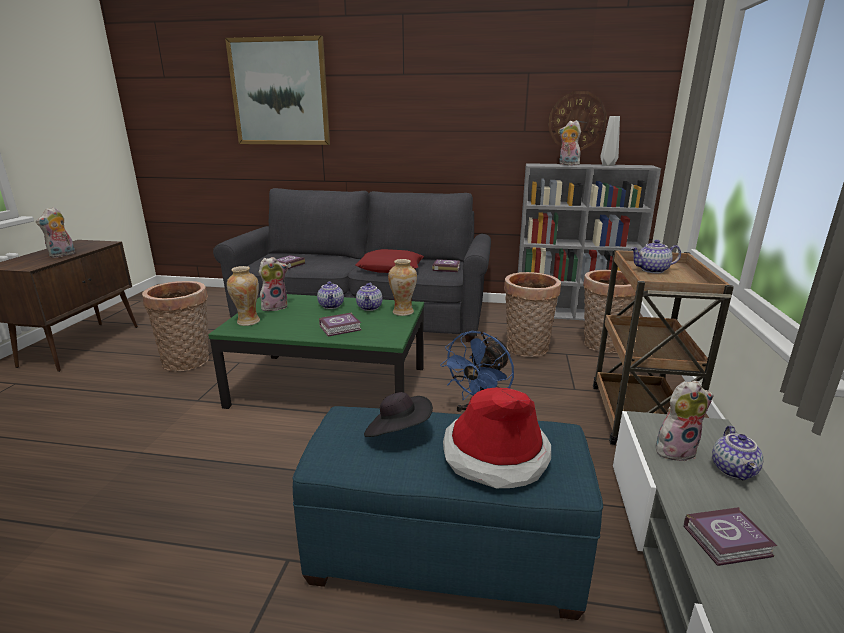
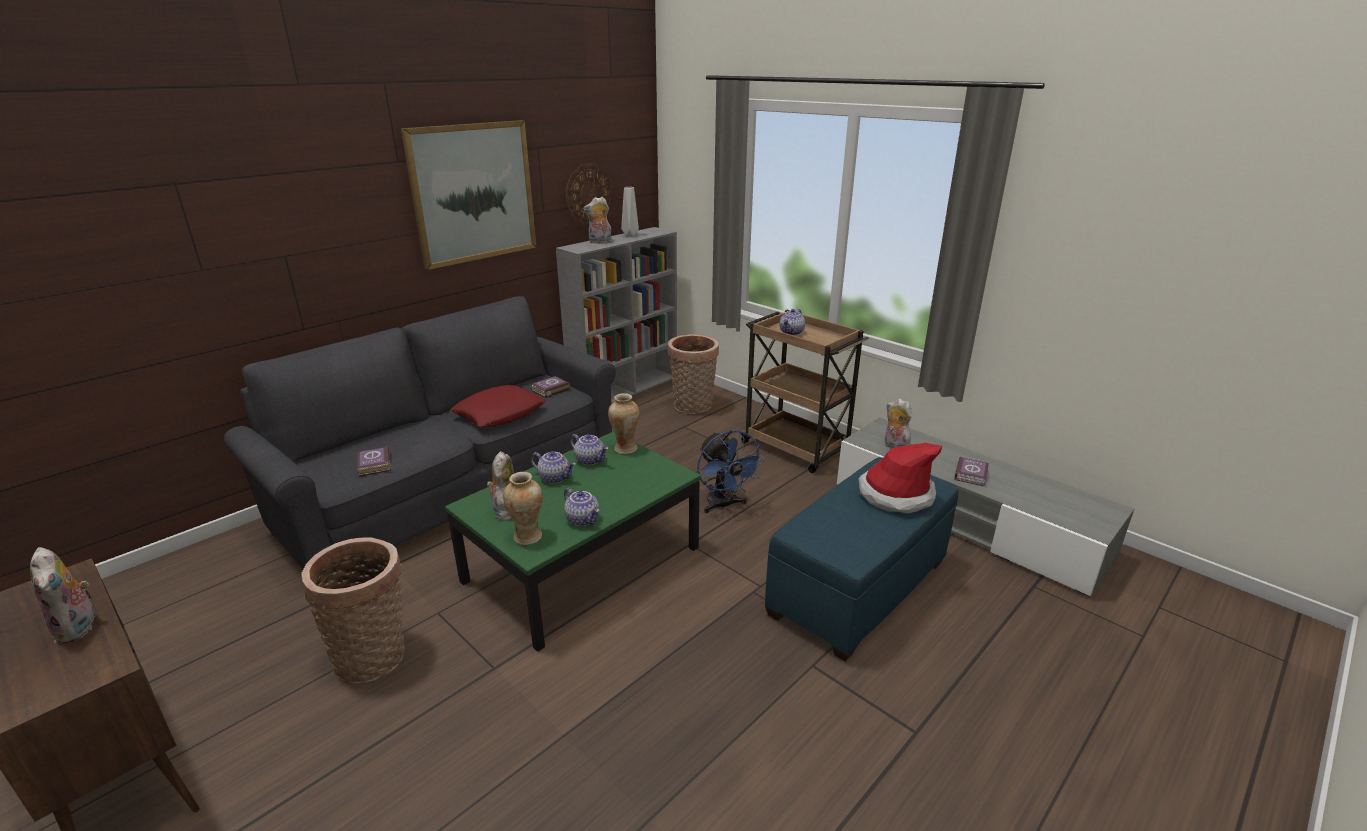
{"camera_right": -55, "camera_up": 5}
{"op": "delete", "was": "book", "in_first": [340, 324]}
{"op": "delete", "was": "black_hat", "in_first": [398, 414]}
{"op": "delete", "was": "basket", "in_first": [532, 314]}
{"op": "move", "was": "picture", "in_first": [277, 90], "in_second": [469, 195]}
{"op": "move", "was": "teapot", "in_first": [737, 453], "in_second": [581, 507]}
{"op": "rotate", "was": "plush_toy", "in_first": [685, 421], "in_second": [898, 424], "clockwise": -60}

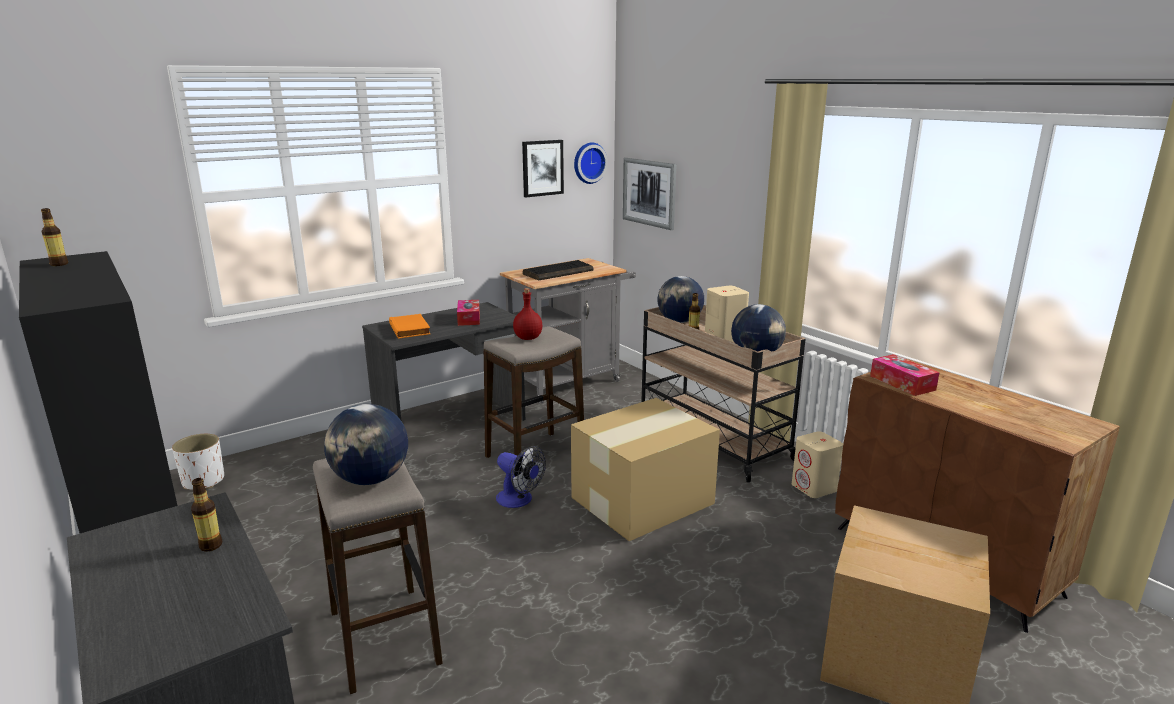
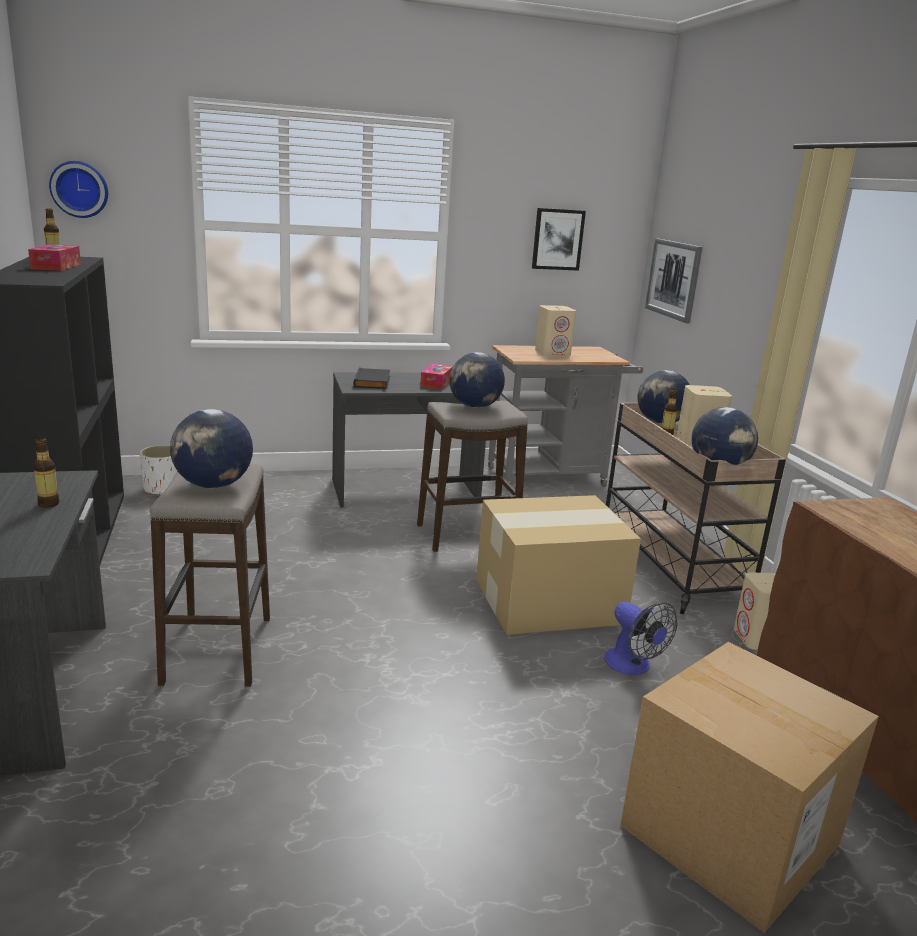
{"camera_right": 20, "camera_up": 0}
{"op": "move", "was": "fan", "in_first": [521, 477], "in_second": [640, 638]}
{"op": "move", "was": "wall_clock", "in_first": [591, 163], "in_second": [78, 189]}
{"op": "move", "was": "tissue_box", "in_first": [905, 375], "in_second": [54, 257]}
{"op": "replace", "was": "red_bottle", "now": "globe", "in_first": [528, 314], "in_second": [477, 380]}
{"op": "replace", "was": "keyboard", "now": "beige_speaker", "in_first": [558, 270], "in_second": [555, 330]}
{"op": "recolor", "was": "orange_book", "now": "black_book", "in_first": [410, 326], "in_second": [371, 378]}

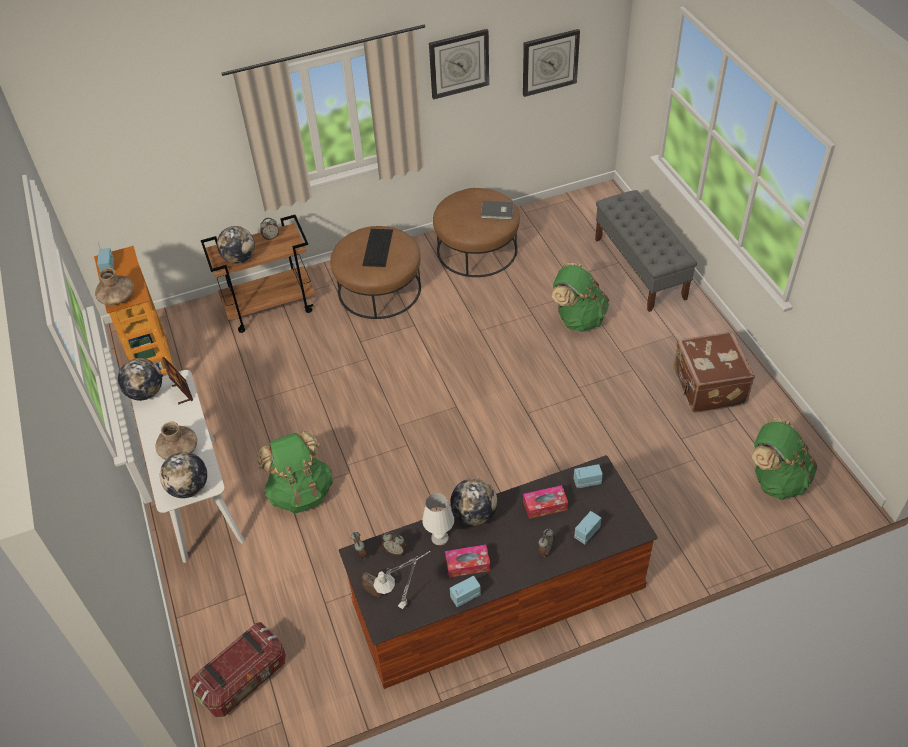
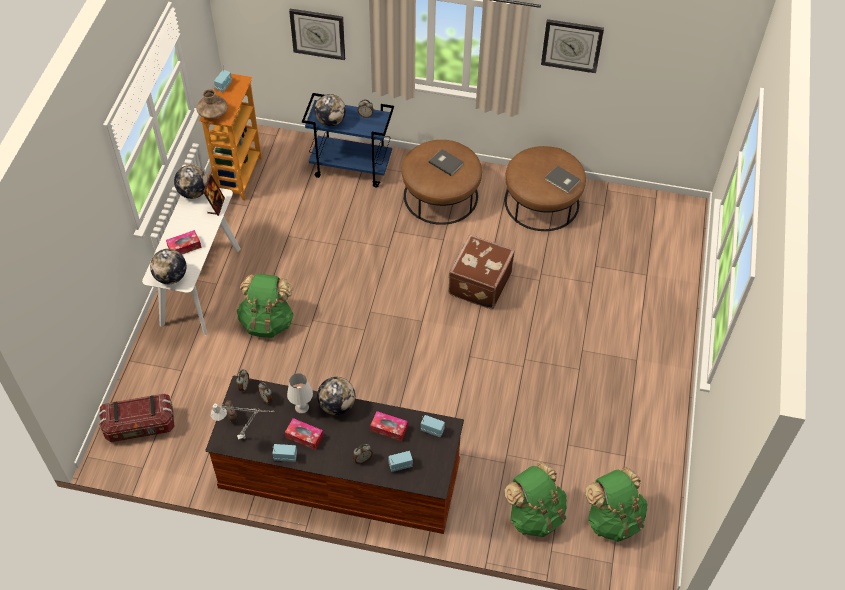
{"camera_right": 30, "camera_up": 5}
{"op": "delete", "was": "grey_bench", "in_first": [646, 251]}
{"op": "move", "was": "wall_clock", "in_first": [551, 63], "in_second": [317, 34]}
{"op": "move", "was": "green_backpack", "in_first": [580, 297], "in_second": [536, 499]}
{"op": "move", "was": "brown_suitcase", "in_first": [714, 372], "in_second": [481, 271]}
{"op": "replace", "was": "brown_vase", "now": "tissue_box", "in_first": [176, 441], "in_second": [183, 242]}
{"op": "replace", "was": "keyboard", "now": "grey_book", "in_first": [377, 248], "in_second": [446, 162]}
{"op": "recolor", "was": "brown_cart", "now": "blue_cart", "in_first": [258, 274], "in_second": [348, 140]}

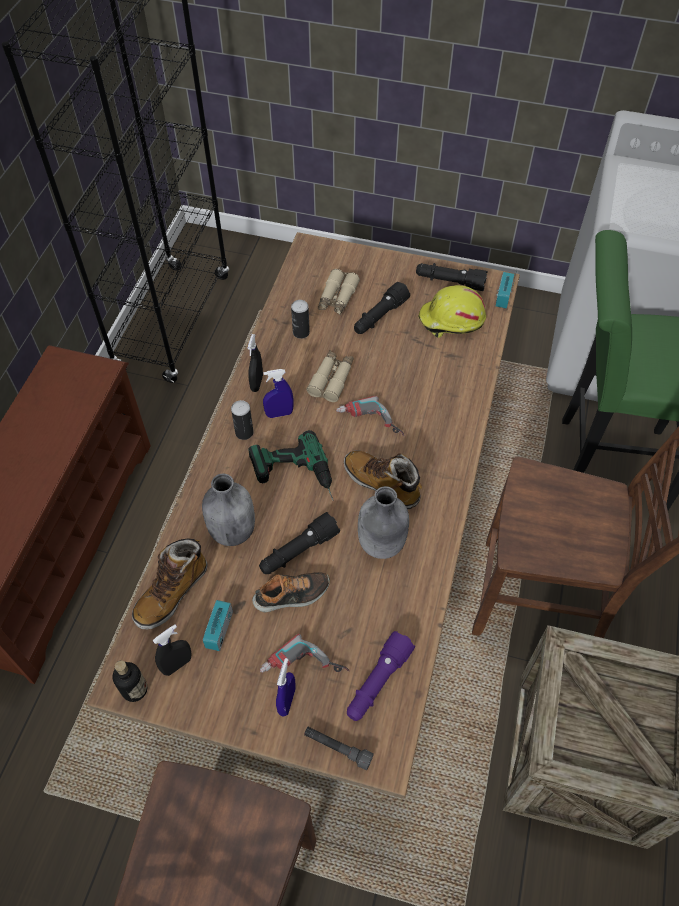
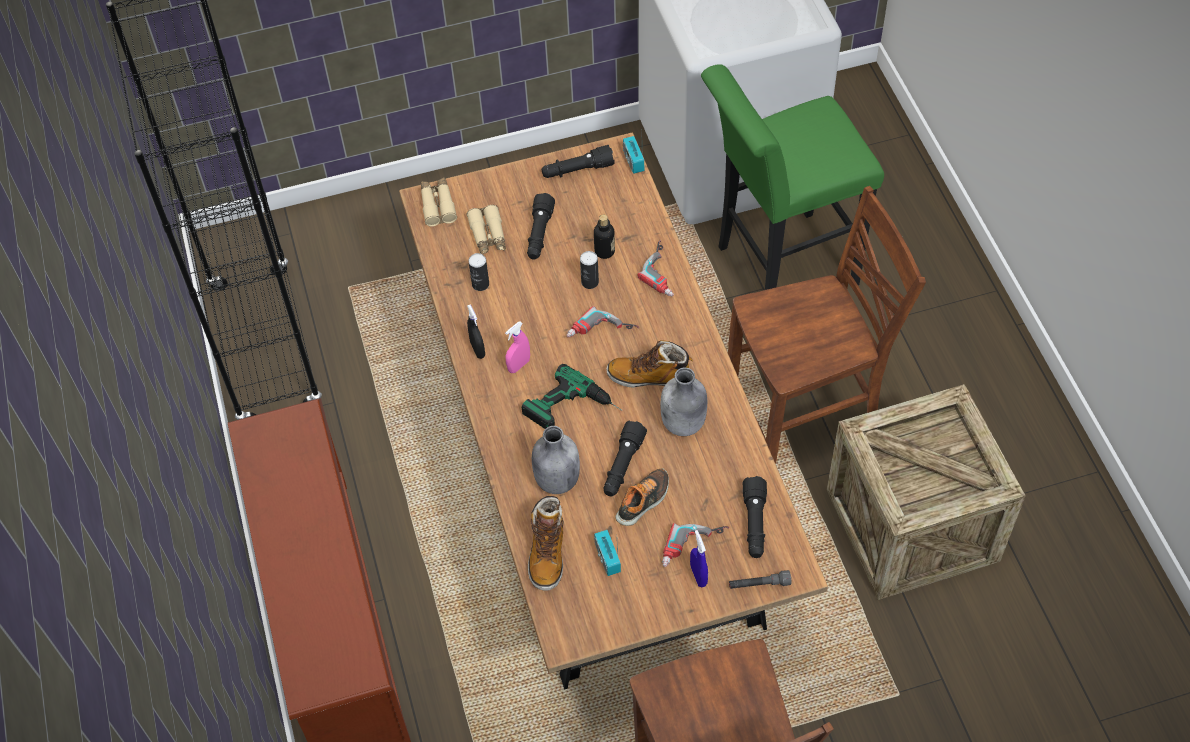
{"camera_right": -30, "camera_up": 0}
{"op": "delete", "was": "black_spray_bottle", "in_first": [172, 650]}
{"op": "delete", "was": "yellow_hard_hat", "in_first": [452, 311]}
{"op": "insert", "now": "power_drill", "in_second": [655, 268]}
{"op": "move", "was": "bottle", "in_first": [129, 681], "in_second": [604, 237]}
{"op": "move", "was": "can", "in_first": [242, 420], "in_second": [589, 270]}
{"op": "move", "was": "beige_binoculars", "in_first": [330, 376], "in_second": [439, 202]}
{"op": "recolor", "was": "blue_spray_bottle", "now": "pink_spray_bottle", "in_first": [278, 393], "in_second": [517, 347]}
{"op": "recolor", "was": "purple_flashlight", "now": "black_flashlight", "in_first": [381, 676], "in_second": [755, 517]}

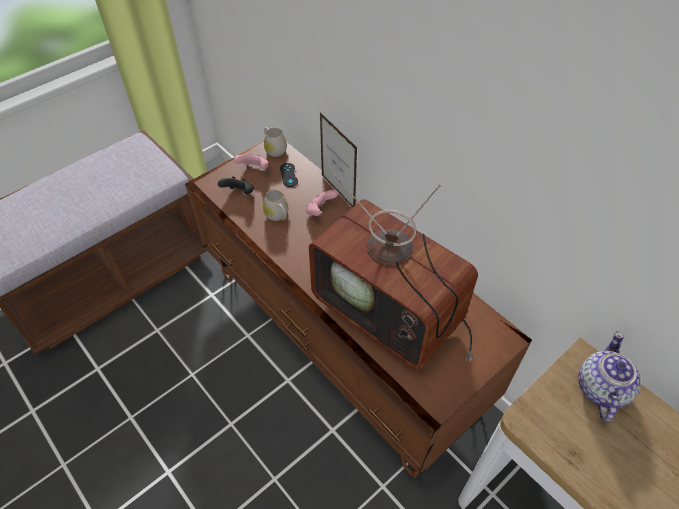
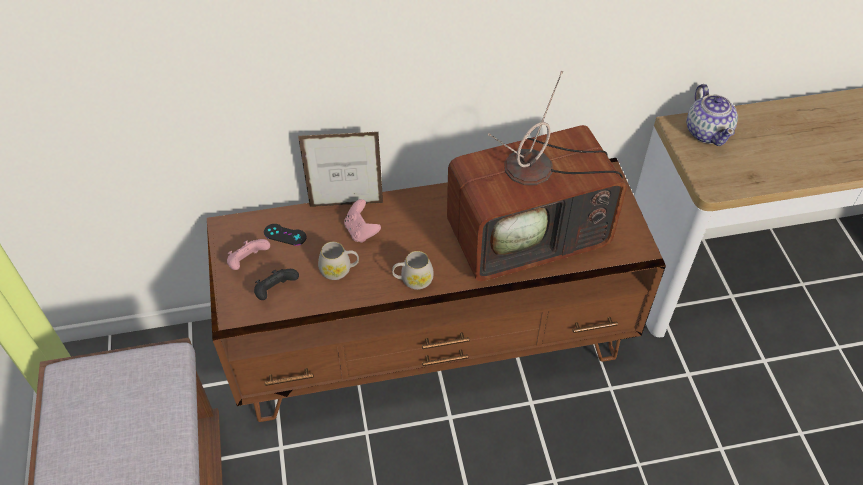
{"camera_right": -60, "camera_up": 0}
{"op": "move", "was": "white_mug", "in_first": [275, 142], "in_second": [413, 270]}
{"op": "rotate", "was": "teapot", "in_first": [609, 376], "in_second": [712, 115], "clockwise": -150}

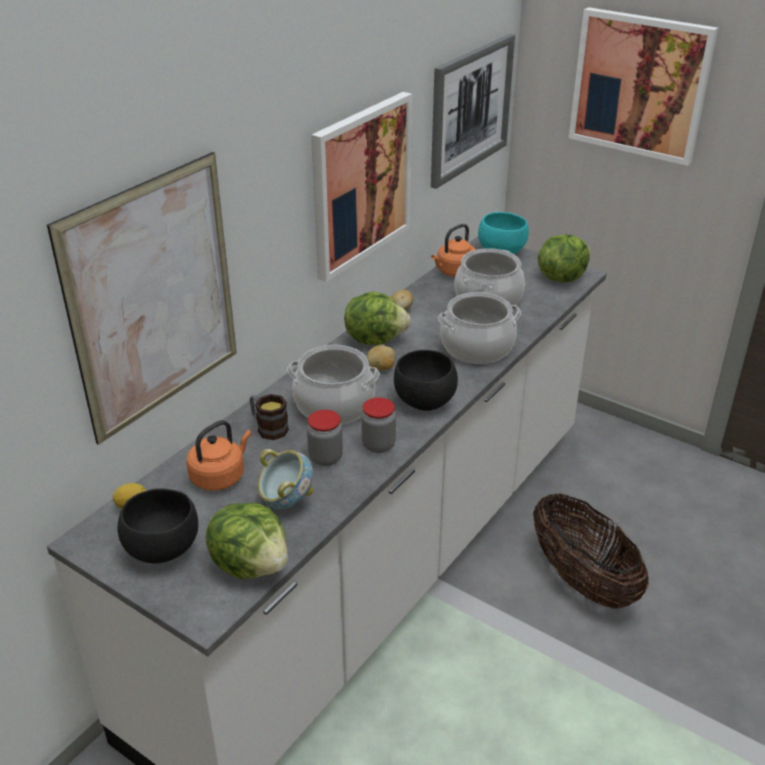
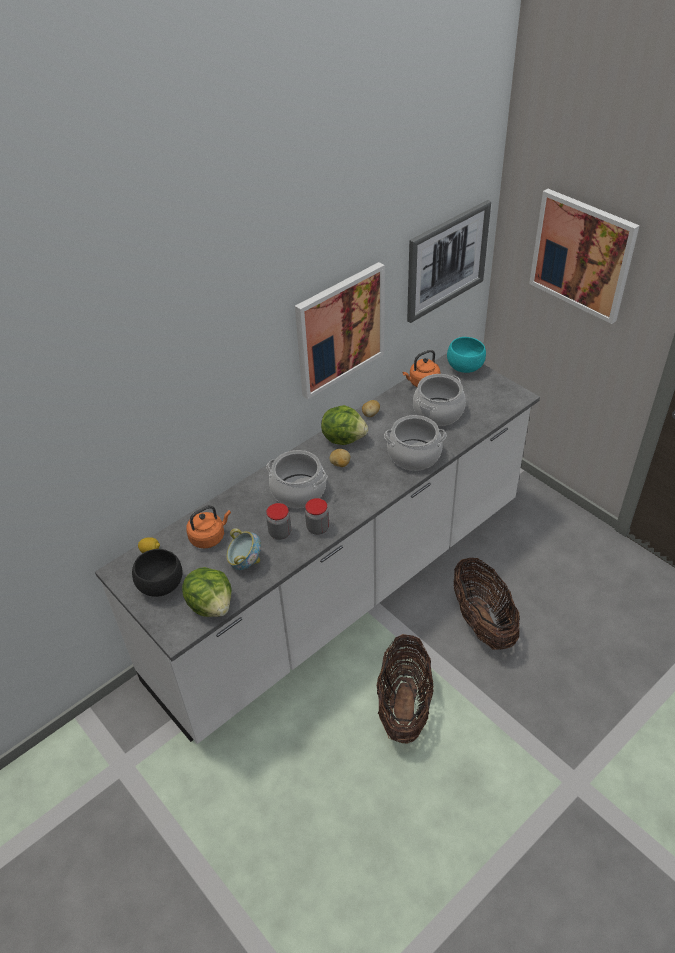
{"camera_right": 15, "camera_up": 10}
{"op": "delete", "was": "picture", "in_first": [142, 298]}
{"op": "delete", "was": "mug", "in_first": [269, 417]}
{"op": "delete", "was": "black_bowl", "in_first": [426, 380]}
{"op": "delete", "was": "lettuce", "in_first": [564, 258]}
{"op": "insert", "now": "basket", "in_second": [405, 688]}

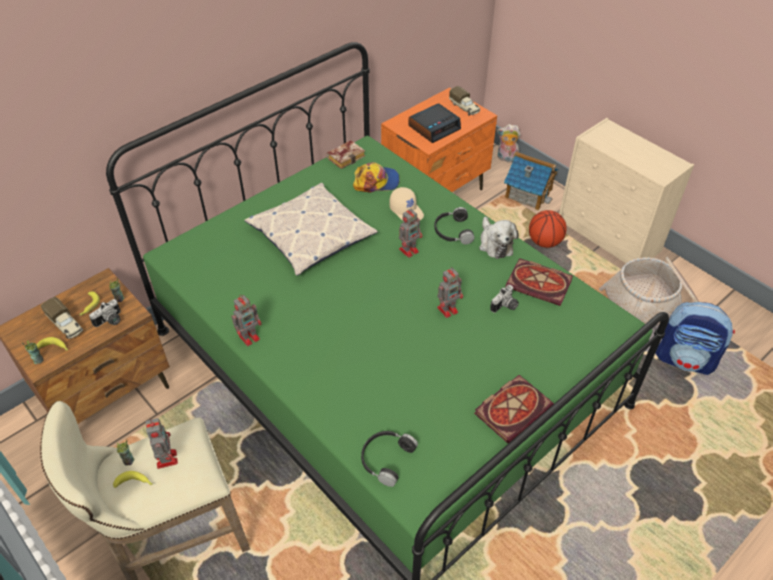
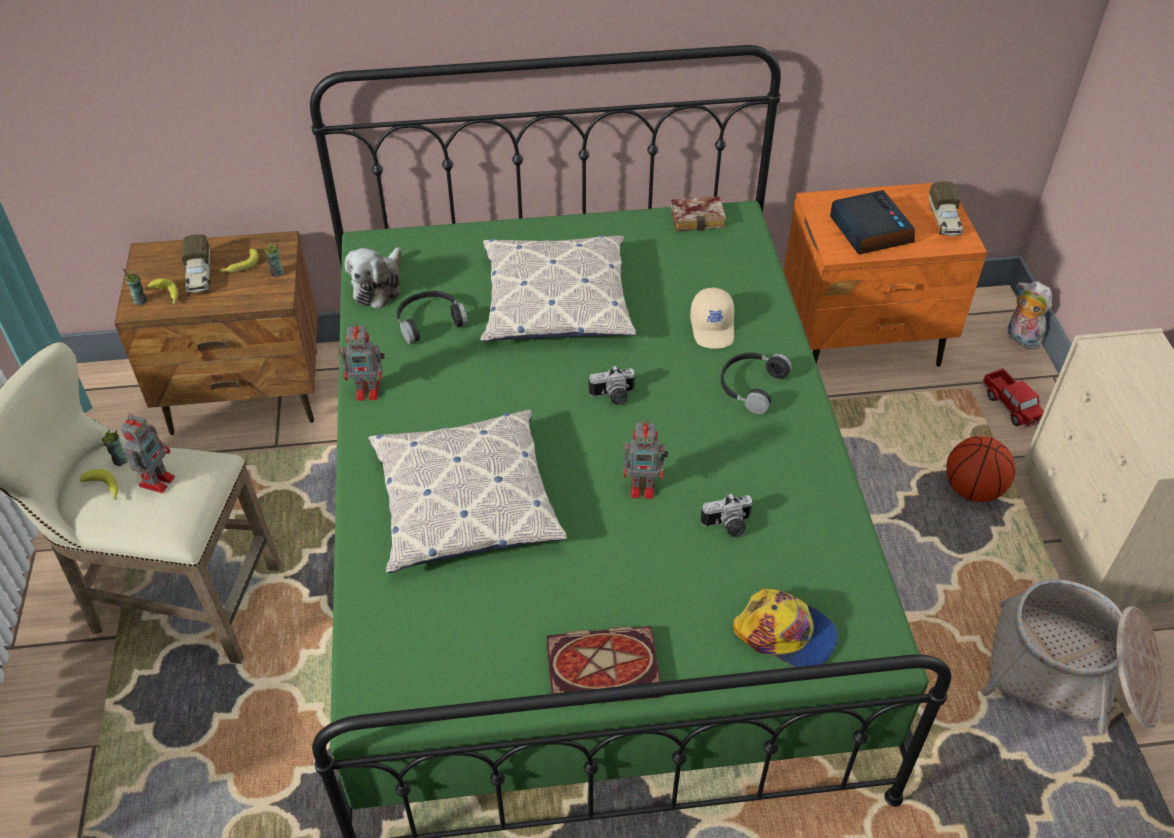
{"camera_right": 35, "camera_up": 0}
{"op": "delete", "was": "toy_robot", "in_first": [411, 232]}
{"op": "delete", "was": "book", "in_first": [539, 282]}
{"op": "delete", "was": "backpack", "in_first": [695, 338]}
{"op": "insert", "now": "pillow", "in_second": [467, 491]}
{"op": "move", "was": "photo_camera", "in_first": [104, 313], "in_second": [612, 385]}
{"op": "move", "was": "cap", "in_first": [376, 177], "in_second": [785, 627]}
{"op": "move", "was": "black_headphones", "in_first": [389, 459], "in_second": [432, 317]}
{"op": "move", "was": "plush_toy", "in_first": [499, 238], "in_second": [373, 278]}
{"op": "replace", "was": "toy_house", "now": "toy_truck", "in_first": [531, 180], "in_second": [1012, 398]}
{"op": "rotate", "was": "alarm_clock", "in_first": [435, 123], "in_second": [872, 222], "clockwise": -105}

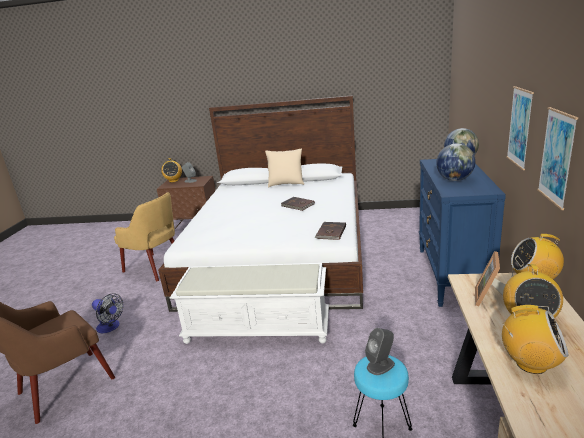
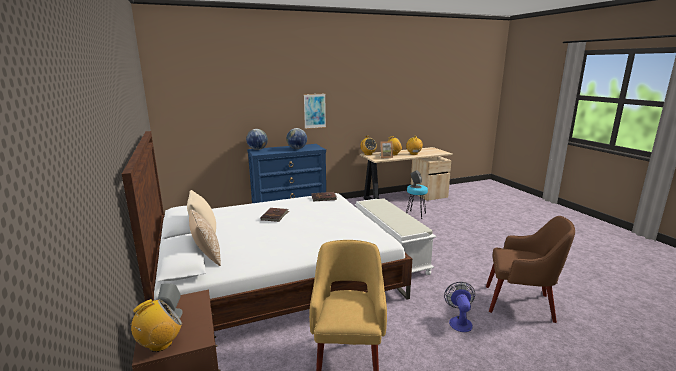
{"camera_right": -120, "camera_up": -5}
{"op": "delete", "was": "picture", "in_first": [557, 158]}
{"op": "insert", "now": "pillow", "in_second": [205, 237]}

